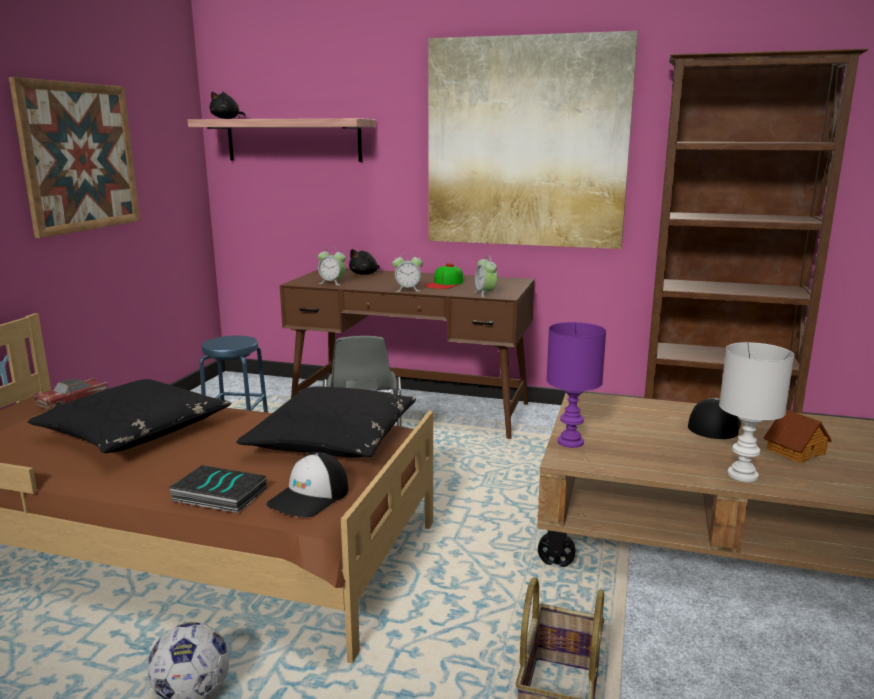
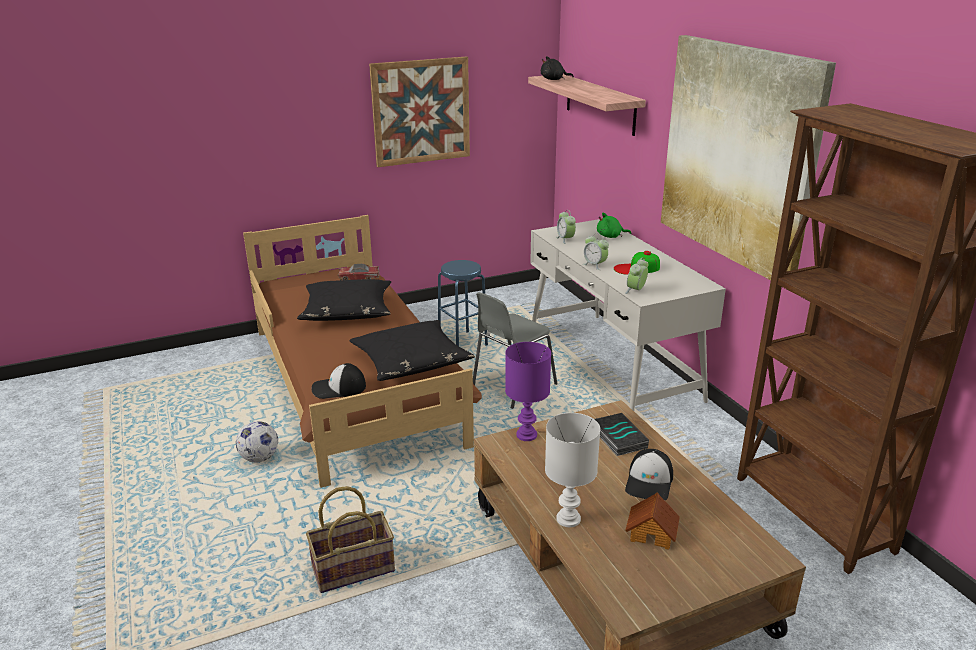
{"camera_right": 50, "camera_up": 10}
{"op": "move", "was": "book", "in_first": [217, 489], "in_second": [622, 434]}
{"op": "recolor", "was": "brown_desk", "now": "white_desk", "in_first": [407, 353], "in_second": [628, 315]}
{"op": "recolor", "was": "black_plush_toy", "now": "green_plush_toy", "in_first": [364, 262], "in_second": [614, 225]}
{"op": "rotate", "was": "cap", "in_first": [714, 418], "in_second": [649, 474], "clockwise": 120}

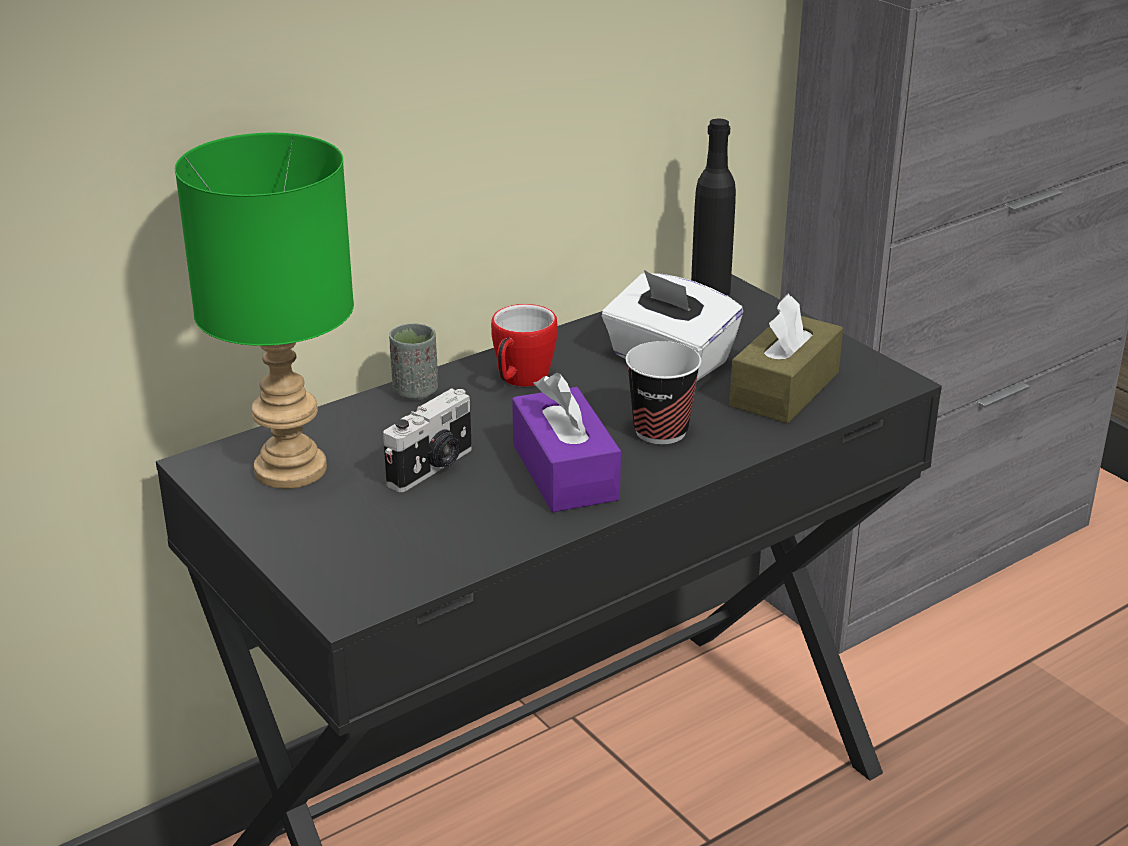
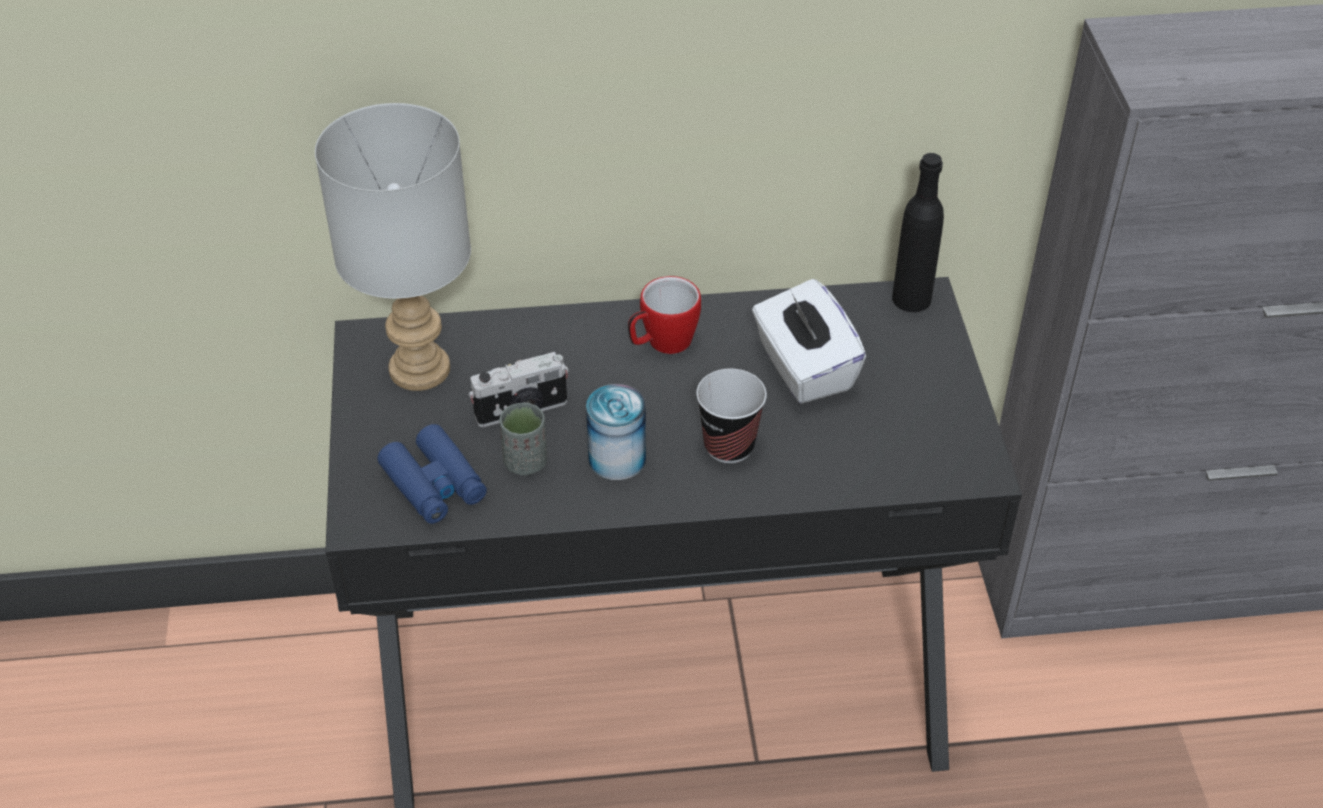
{"camera_right": 30, "camera_up": 15}
{"op": "delete", "was": "brown_tissue_box", "in_first": [786, 358]}
{"op": "insert", "now": "blue_binoculars", "in_second": [432, 474]}
{"op": "move", "was": "grey_cup", "in_first": [413, 362], "in_second": [523, 438]}
{"op": "replace", "was": "purple_tissue_box", "now": "can", "in_first": [566, 442], "in_second": [616, 432]}
{"op": "recolor", "was": "green_table_lamp", "now": "grey_table_lamp", "in_first": [264, 311], "in_second": [393, 247]}

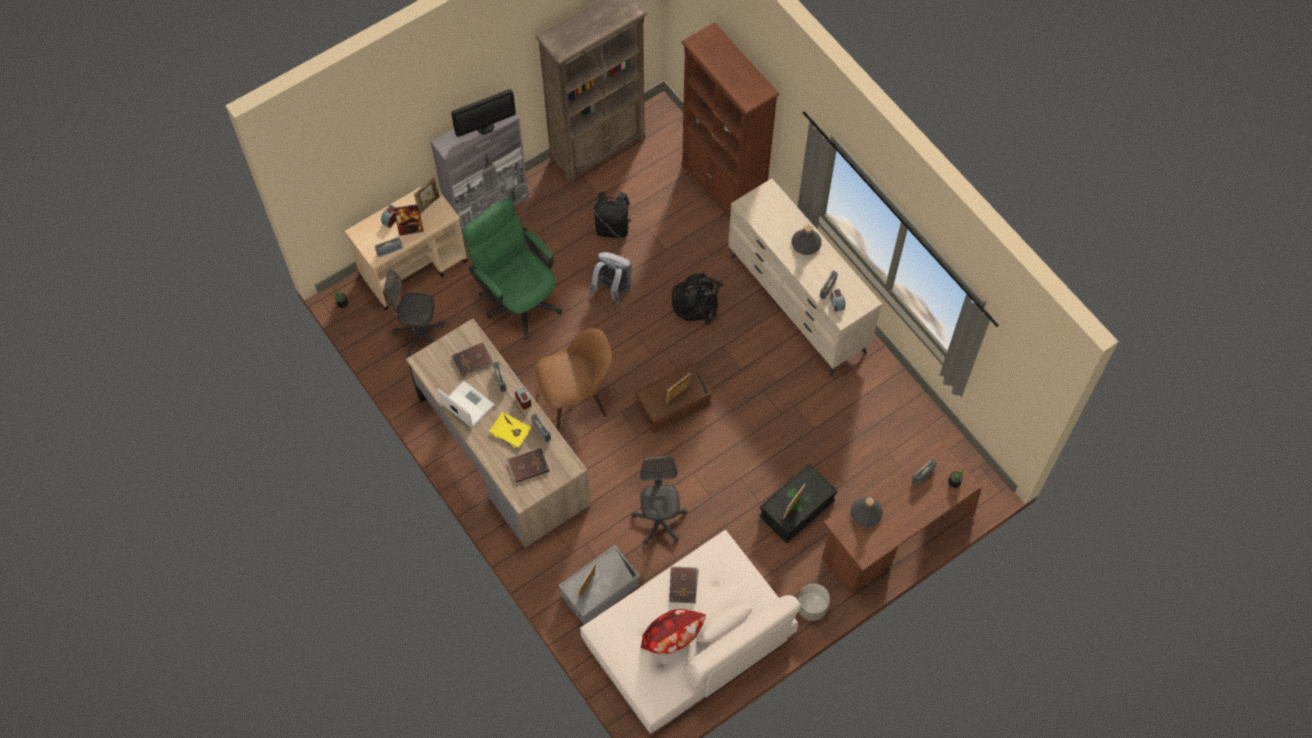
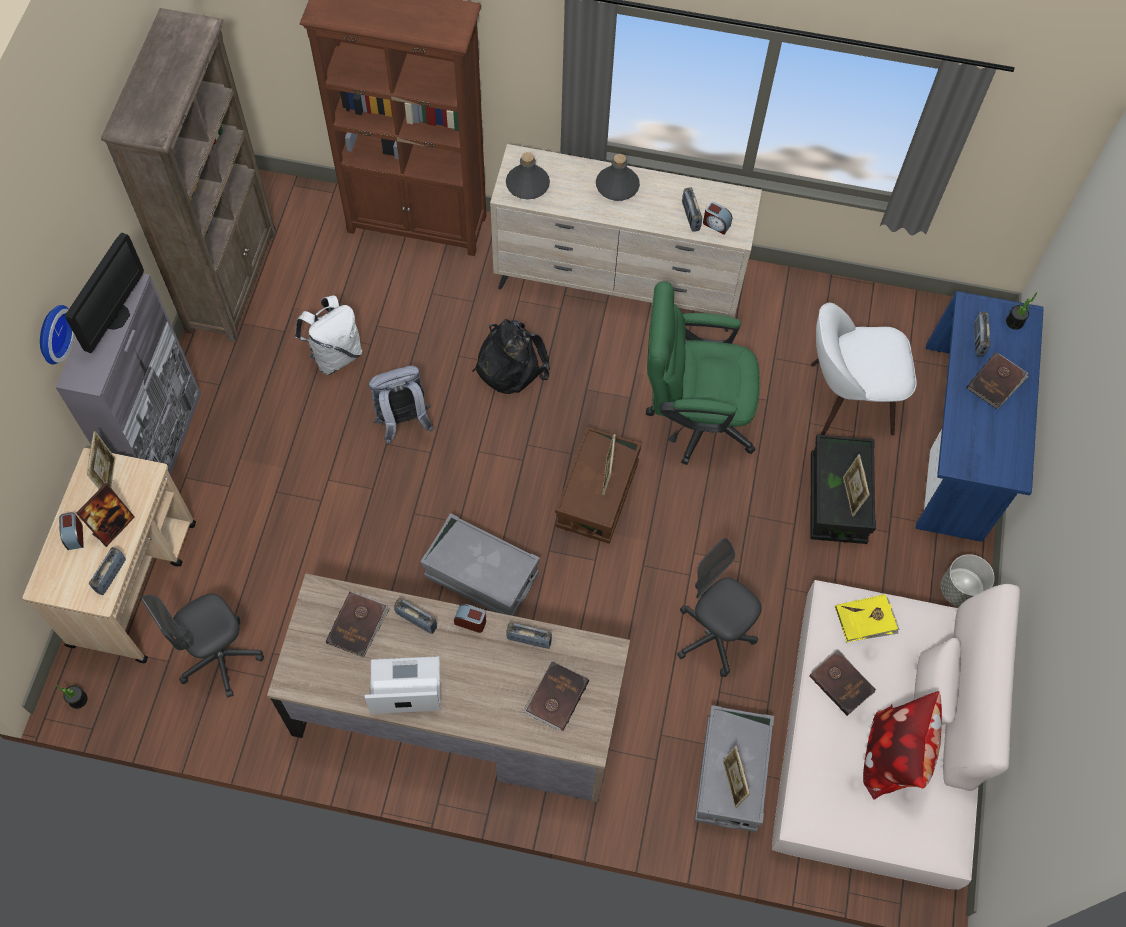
{"camera_right": -45, "camera_up": 0}
{"op": "insert", "now": "wall_clock", "in_second": [57, 334]}
{"op": "insert", "now": "white_chair", "in_second": [864, 369]}
{"op": "insert", "now": "brown_book", "in_second": [997, 380]}
{"op": "move", "was": "green_office_chair", "in_first": [512, 268], "in_second": [703, 373]}
{"op": "move", "was": "yellow_book", "in_first": [510, 431], "in_second": [867, 618]}
{"op": "move", "was": "grey_bottle", "in_first": [867, 512], "in_second": [528, 176]}
{"op": "replace", "was": "brown_chair", "now": "grey_storage_box", "in_first": [573, 379], "in_second": [480, 564]}
{"op": "recolor", "was": "black_backpack", "now": "white_backpack", "in_first": [612, 215], "in_second": [328, 335]}
{"op": "recolor", "was": "brown_desk", "now": "blue_desk", "in_first": [902, 517], "in_second": [980, 416]}

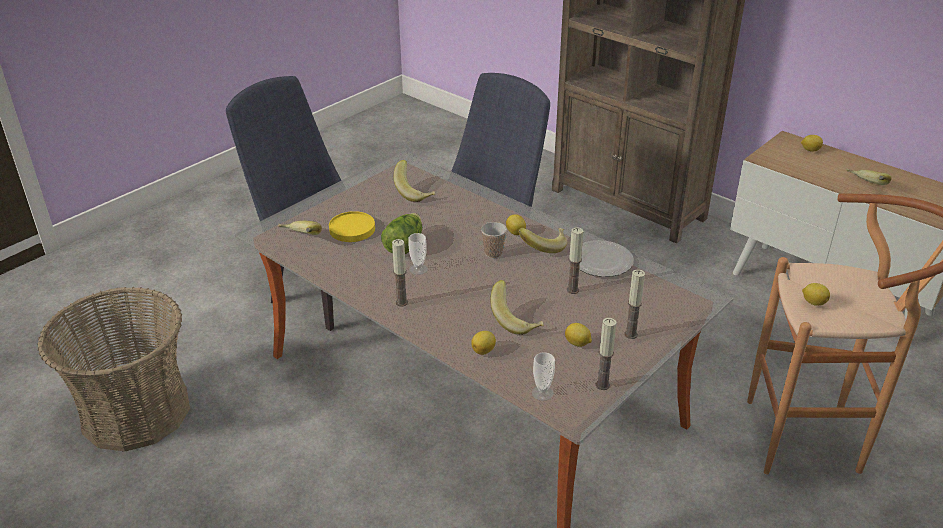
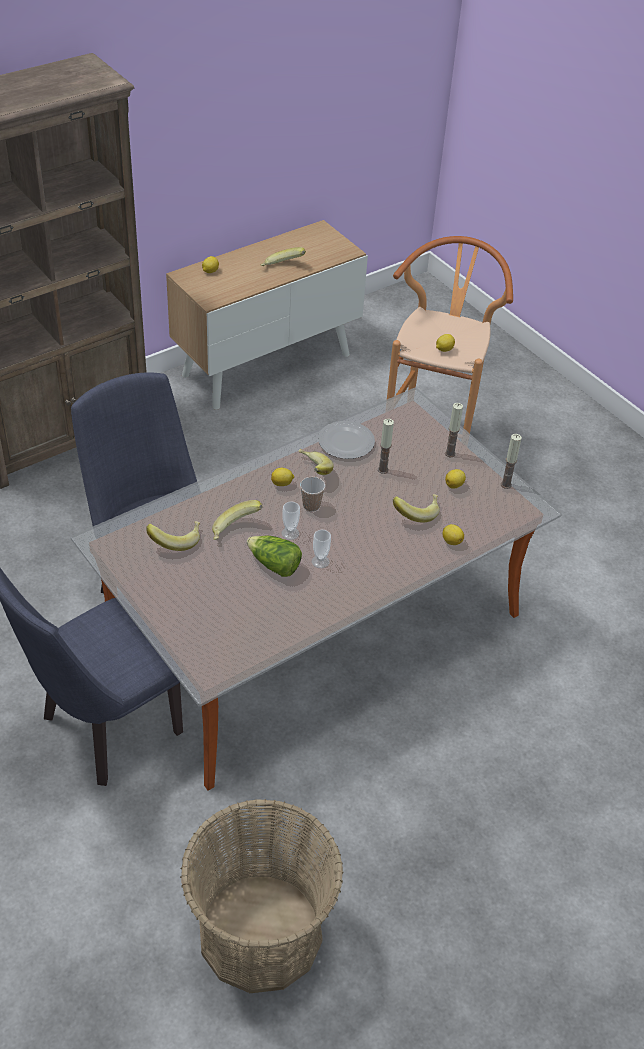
{"camera_right": -80, "camera_up": 10}
{"op": "delete", "was": "yellow_plate", "in_first": [352, 226]}
{"op": "delete", "was": "candle", "in_first": [400, 272]}
{"op": "move", "was": "banana", "in_first": [300, 228], "in_second": [237, 520]}
{"op": "move", "was": "cup", "in_first": [543, 376], "in_second": [290, 521]}

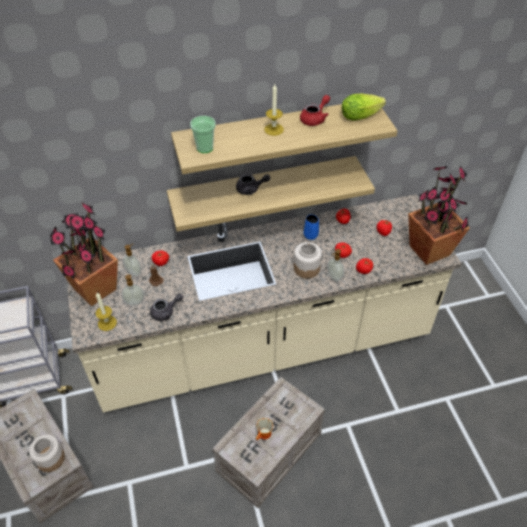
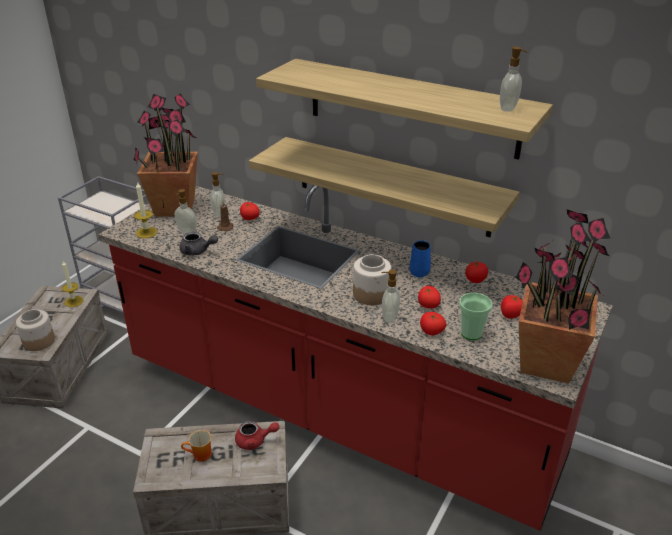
{"camera_right": 45, "camera_up": -15}
{"op": "delete", "was": "grey_teapot", "in_first": [253, 184]}
{"op": "move", "was": "cup", "in_first": [203, 134], "in_second": [476, 316]}
{"op": "move", "was": "candle", "in_first": [274, 110], "in_second": [73, 284]}
{"op": "move", "was": "red_teapot", "in_first": [315, 110], "in_second": [257, 435]}
{"op": "replace", "was": "lettuce", "now": "soap_dispenser", "in_first": [364, 107], "in_second": [514, 79]}
{"op": "recolor", "was": "beige_counter", "now": "red_counter", "in_first": [264, 303], "in_second": [355, 358]}

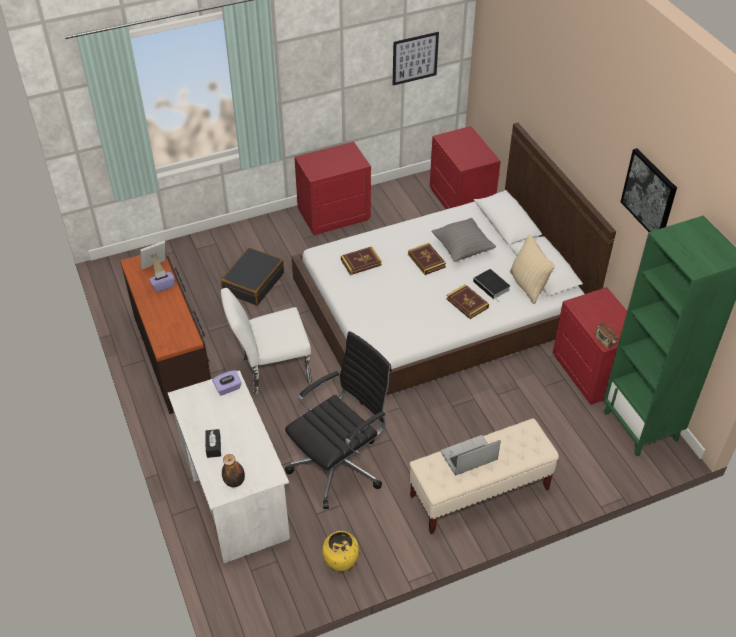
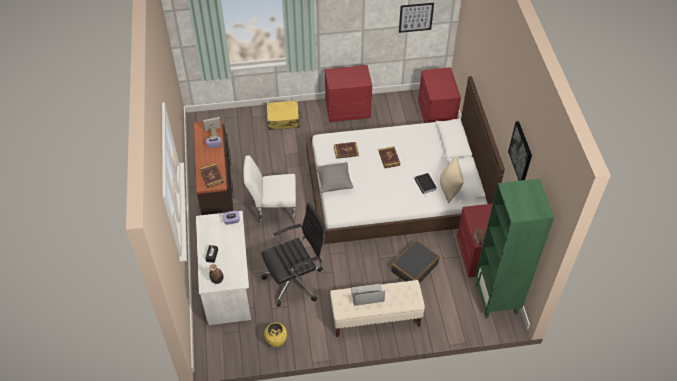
{"camera_right": 15, "camera_up": 5}
{"op": "insert", "now": "yellow_suitcase", "in_second": [284, 115]}
{"op": "move", "was": "black_suitcase", "in_first": [252, 277], "in_second": [415, 261]}
{"op": "move", "was": "grey_pillow", "in_first": [463, 240], "in_second": [335, 177]}
{"op": "move", "was": "book", "in_first": [467, 301], "in_second": [212, 176]}

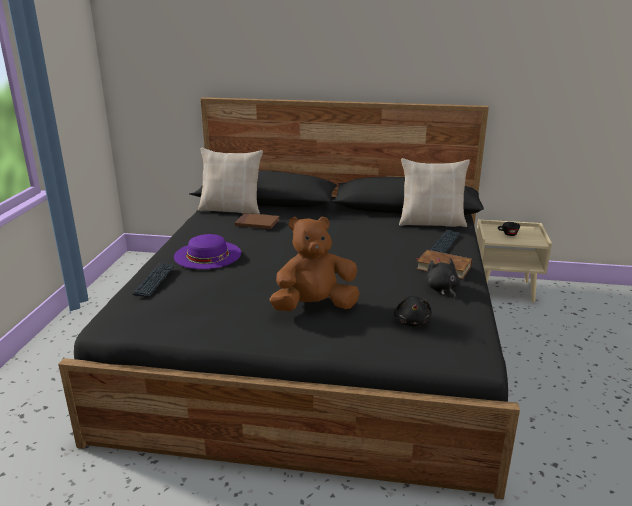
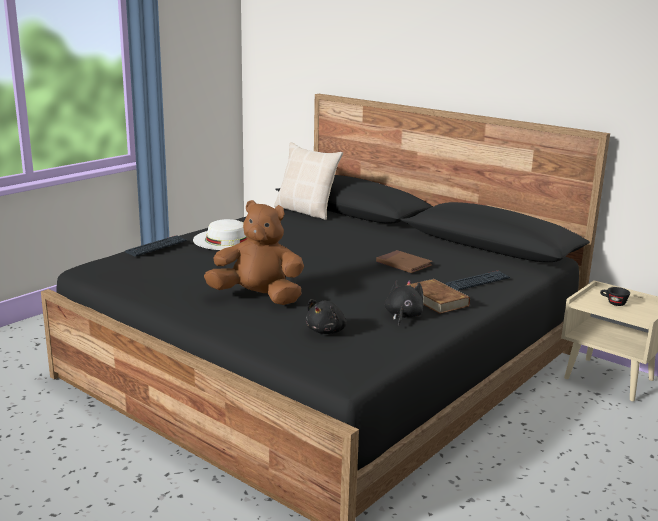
{"camera_right": 30, "camera_up": -5}
{"op": "delete", "was": "beige_pillow", "in_first": [434, 192]}
{"op": "move", "was": "brown_book", "in_first": [257, 221], "in_second": [404, 261]}
{"op": "recolor", "was": "purple_hat", "now": "white_hat", "in_first": [207, 251], "in_second": [220, 234]}

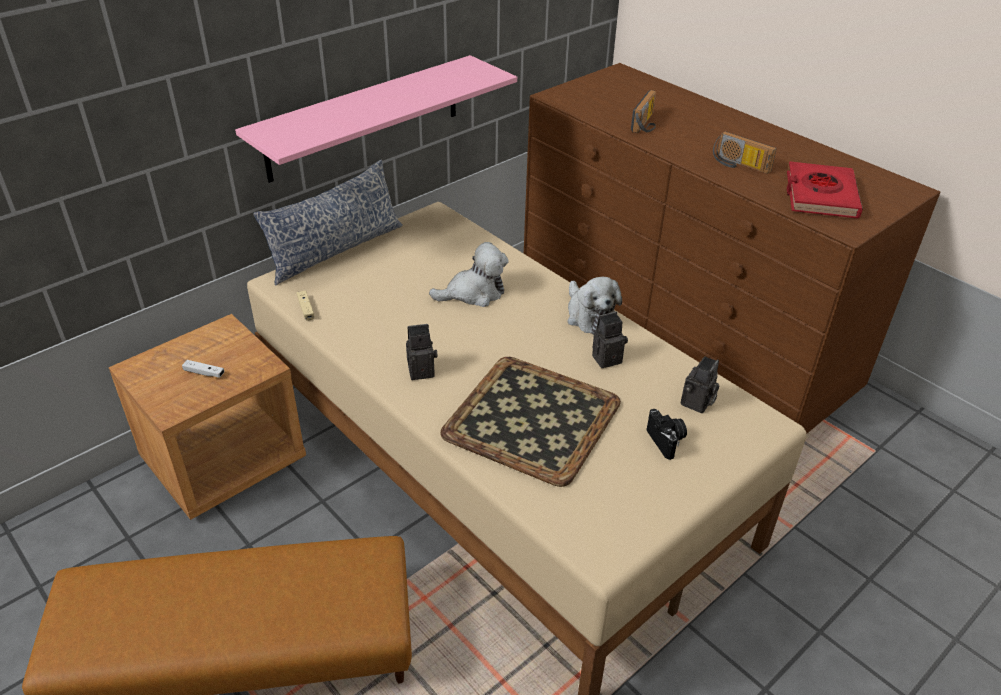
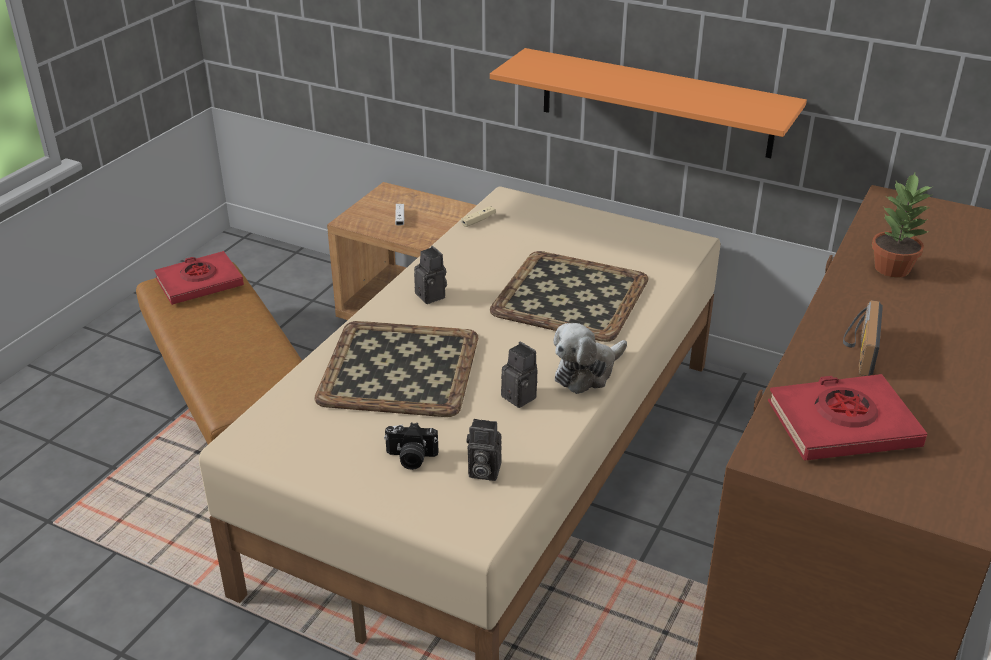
{"camera_right": 70, "camera_up": -5}
{"op": "delete", "was": "pillow", "in_first": [328, 222]}
{"op": "insert", "now": "red_book", "in_second": [199, 278]}
{"op": "replace", "was": "plush_toy", "now": "tray", "in_first": [469, 274], "in_second": [569, 296]}
{"op": "replace", "was": "radio", "now": "potted_plant", "in_first": [643, 111], "in_second": [902, 225]}
{"op": "recolor", "was": "pink_shelf", "now": "orange_shelf", "in_first": [376, 119], "in_second": [648, 103]}
{"op": "rotate", "was": "photo_camera", "in_first": [666, 434], "in_second": [411, 446], "clockwise": 45}

